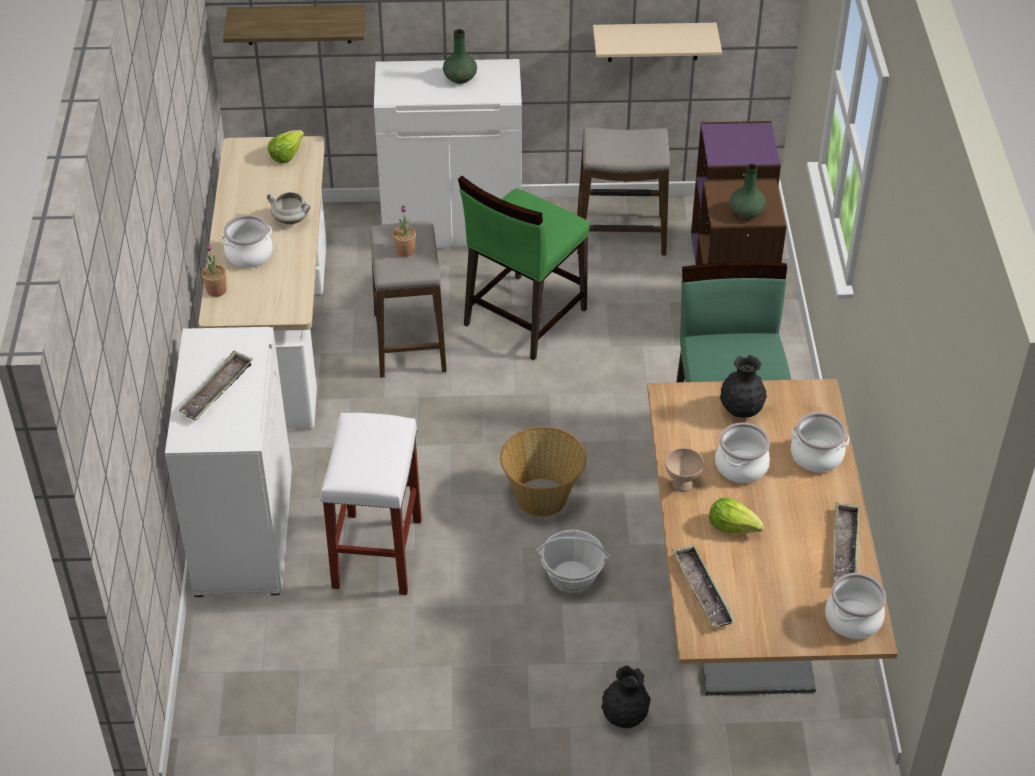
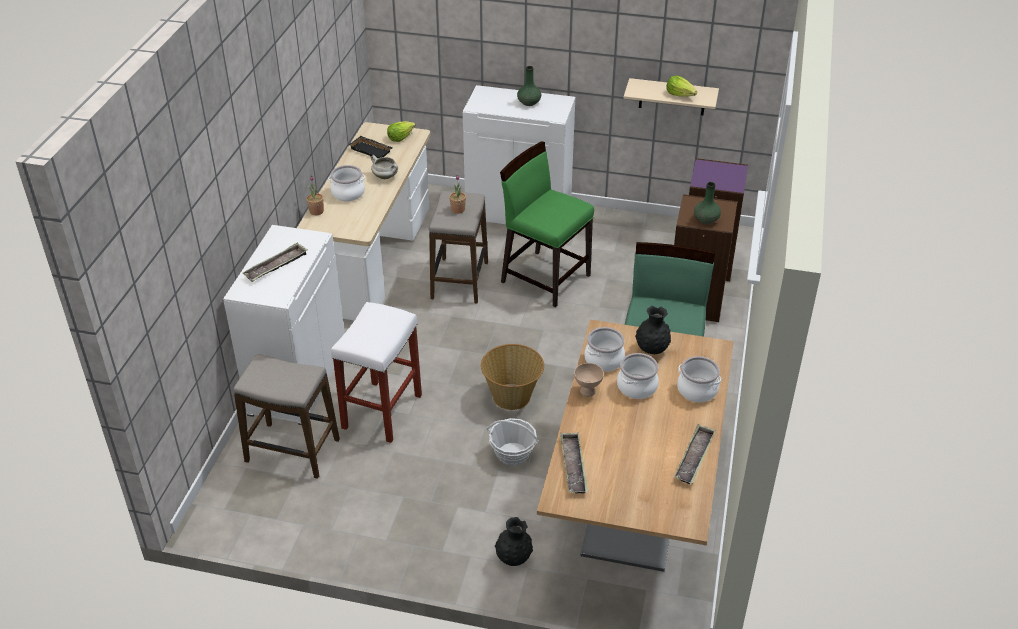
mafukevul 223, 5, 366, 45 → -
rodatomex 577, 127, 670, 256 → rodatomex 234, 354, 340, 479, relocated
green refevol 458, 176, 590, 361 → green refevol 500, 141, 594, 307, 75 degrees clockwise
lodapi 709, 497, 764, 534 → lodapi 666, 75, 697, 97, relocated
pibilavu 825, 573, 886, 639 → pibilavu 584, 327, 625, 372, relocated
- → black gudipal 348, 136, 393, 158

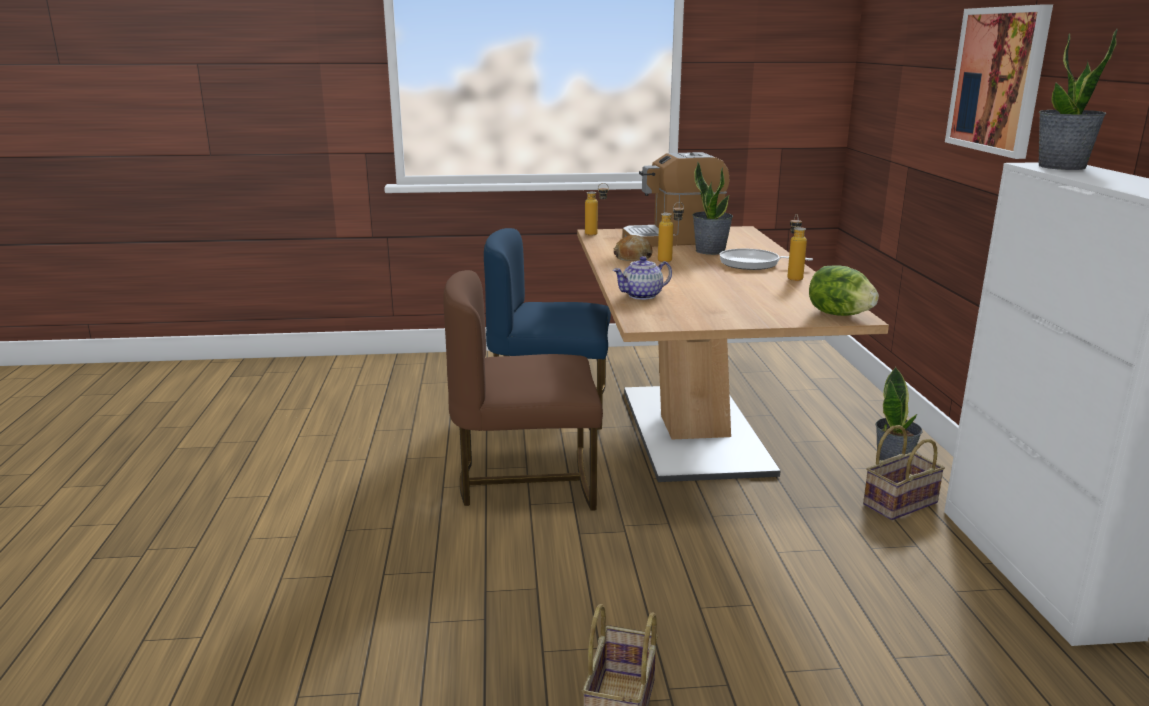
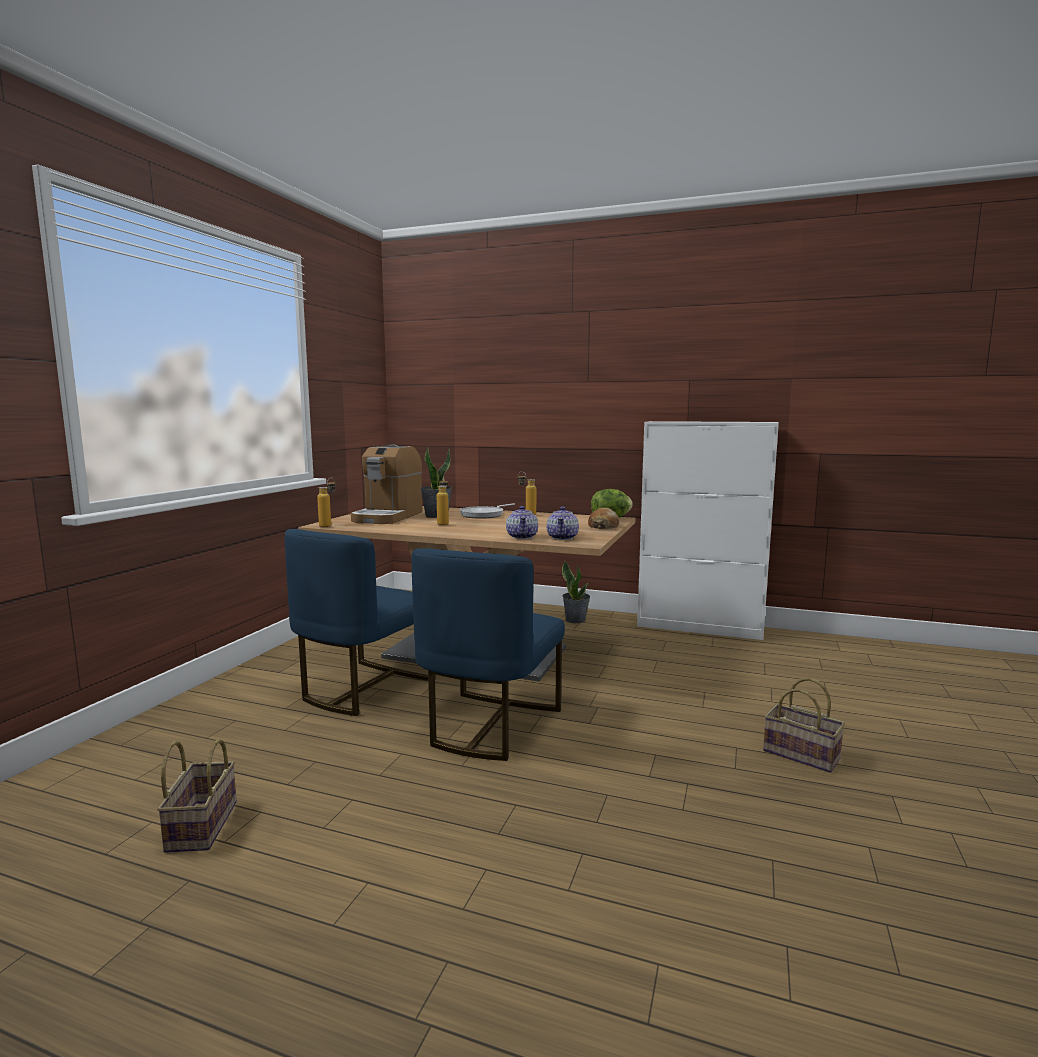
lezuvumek 945, 4, 1053, 159 → -
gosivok 1039, 29, 1118, 170 → -
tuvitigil 614, 235, 653, 261 → tuvitigil 588, 508, 619, 529, relocated
brown refevol 443, 270, 603, 511 → blue refevol 412, 548, 565, 761
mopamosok 863, 425, 945, 520 → mopamosok 157, 739, 237, 853, relocated
- → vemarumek 547, 507, 579, 540

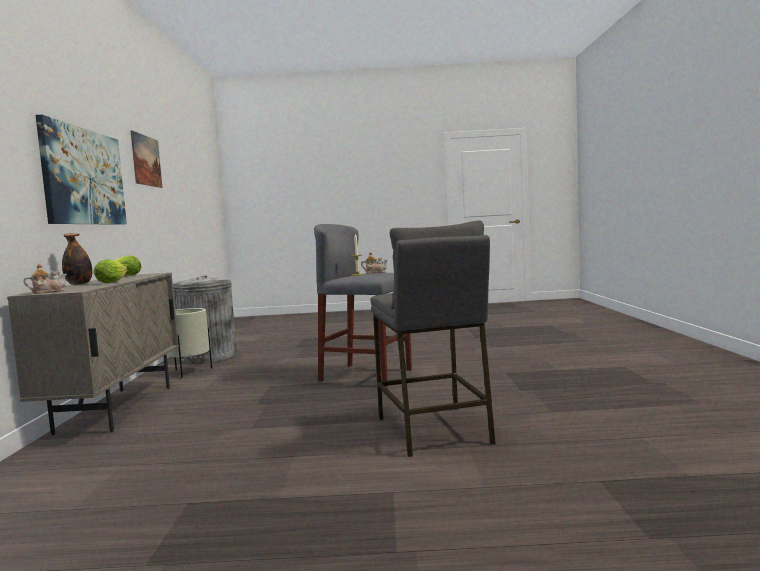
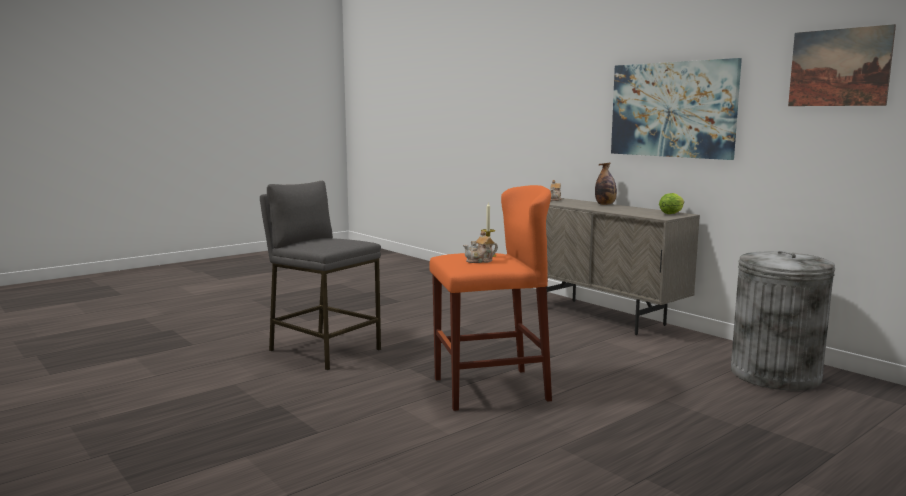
grey rodatomex 314, 224, 412, 387 → orange rodatomex 429, 185, 552, 411
lodapi 94, 259, 127, 283 → -
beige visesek 167, 308, 212, 378 → -

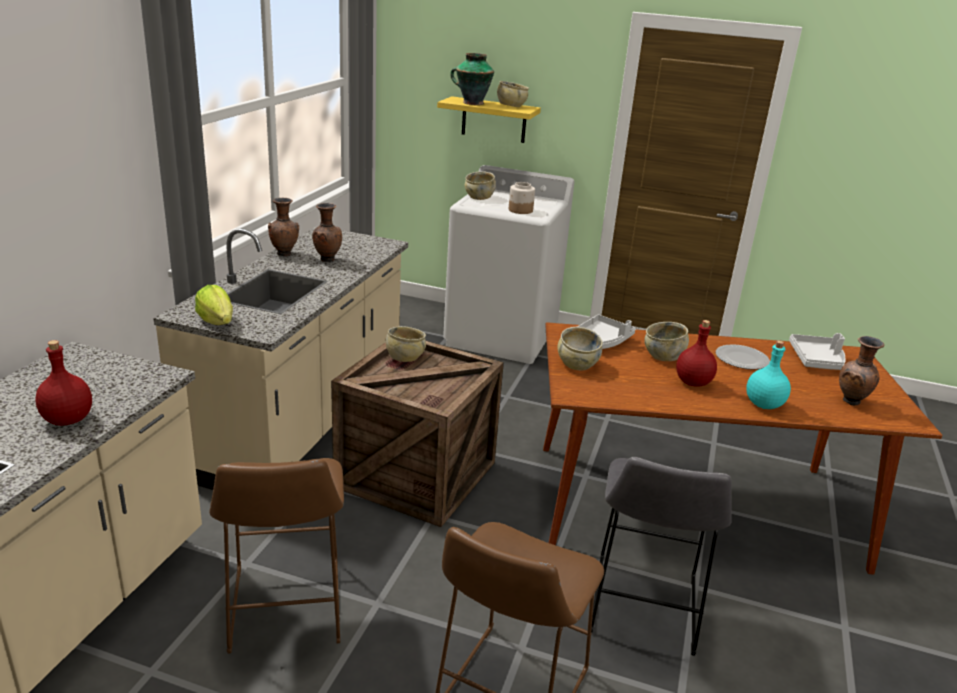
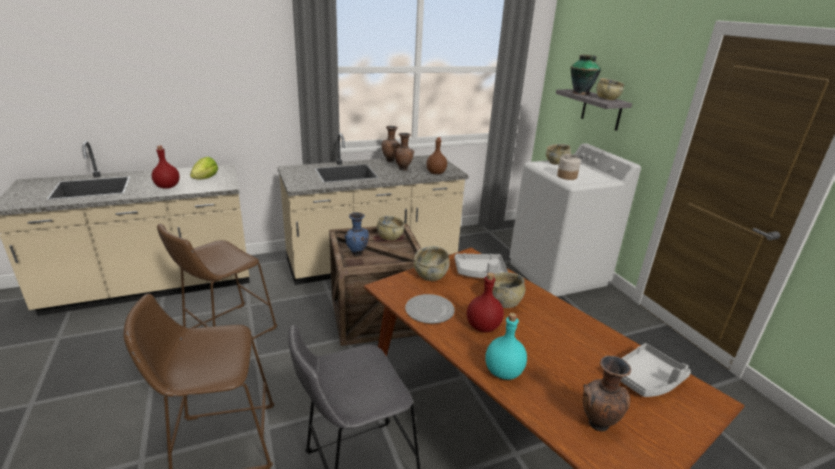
yellow mafukevul 437, 96, 541, 143 → grey mafukevul 556, 89, 632, 131
lodapi 195, 285, 233, 325 → lodapi 190, 157, 218, 180, relocated
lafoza 716, 344, 770, 370 → lafoza 405, 294, 455, 324, relocated
- → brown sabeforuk 426, 137, 447, 174
- → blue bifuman 345, 212, 369, 257

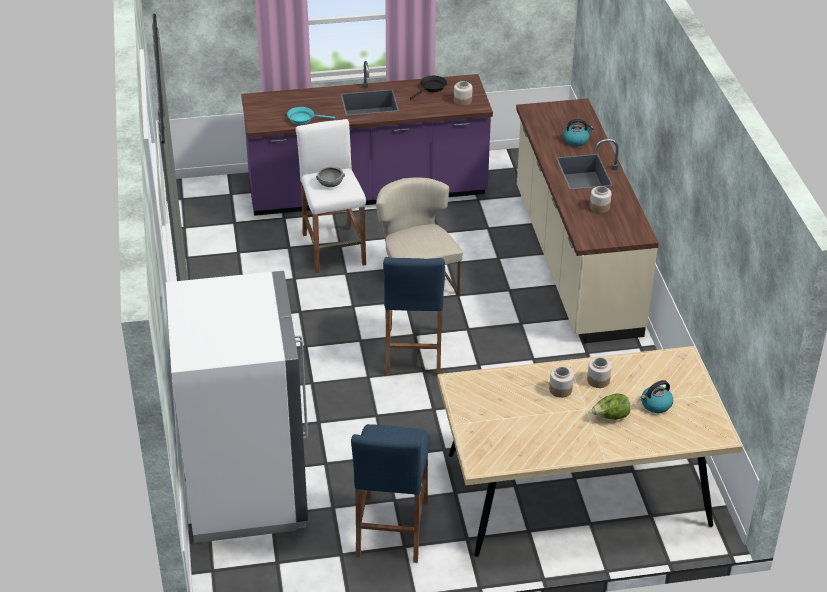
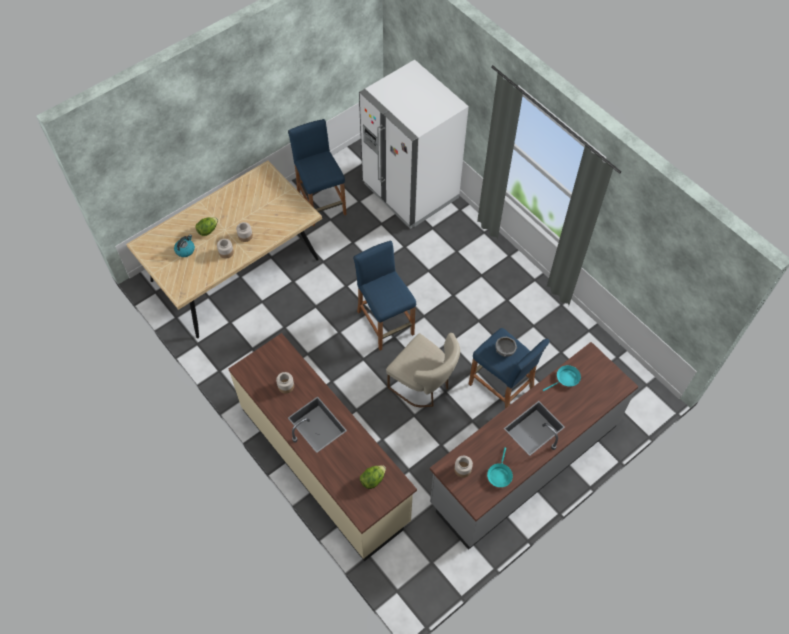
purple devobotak 241, 61, 493, 216 → grey devobotak 430, 342, 638, 550
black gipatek 410, 76, 447, 99 → turquoise gipatek 487, 447, 513, 487
white rodatomex 296, 119, 366, 273 → blue rodatomex 469, 328, 550, 409
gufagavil 563, 119, 594, 146 → -
- → lodapi 360, 465, 386, 489

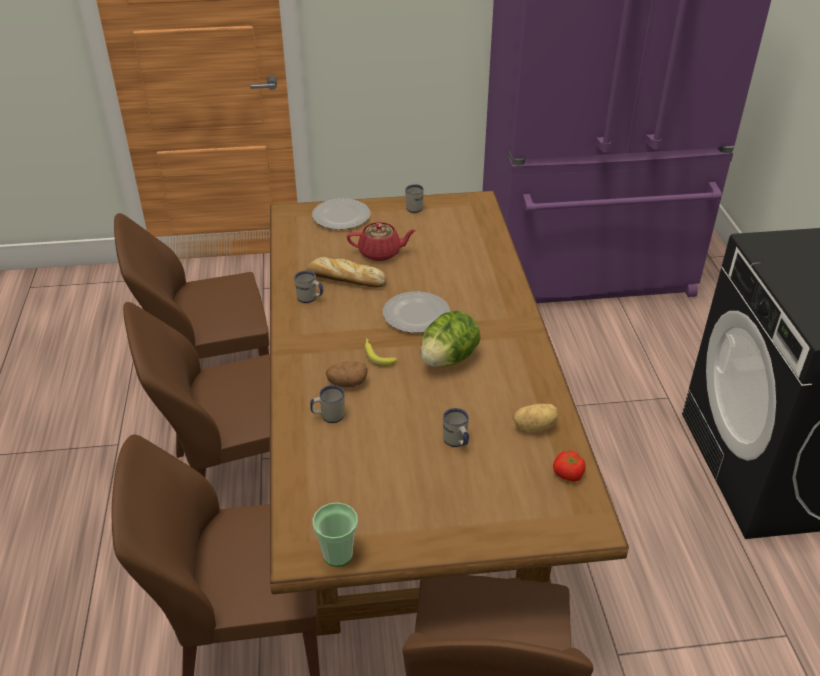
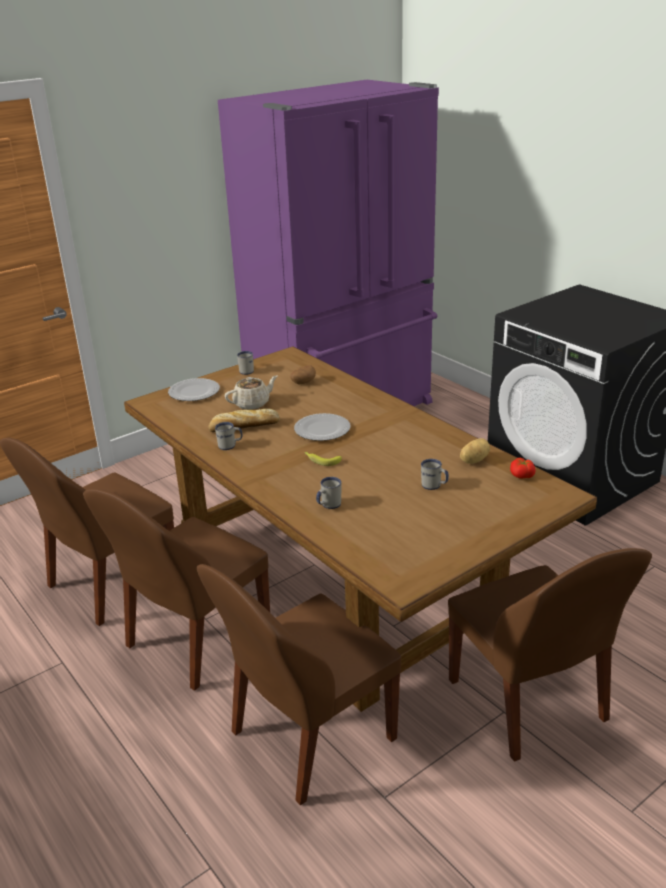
red vemarumek 347, 222, 416, 261 → beige vemarumek 225, 375, 278, 410
lodapi 421, 311, 481, 367 → -
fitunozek 326, 361, 368, 388 → fitunozek 290, 365, 316, 384, relocated
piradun 312, 502, 358, 567 → -

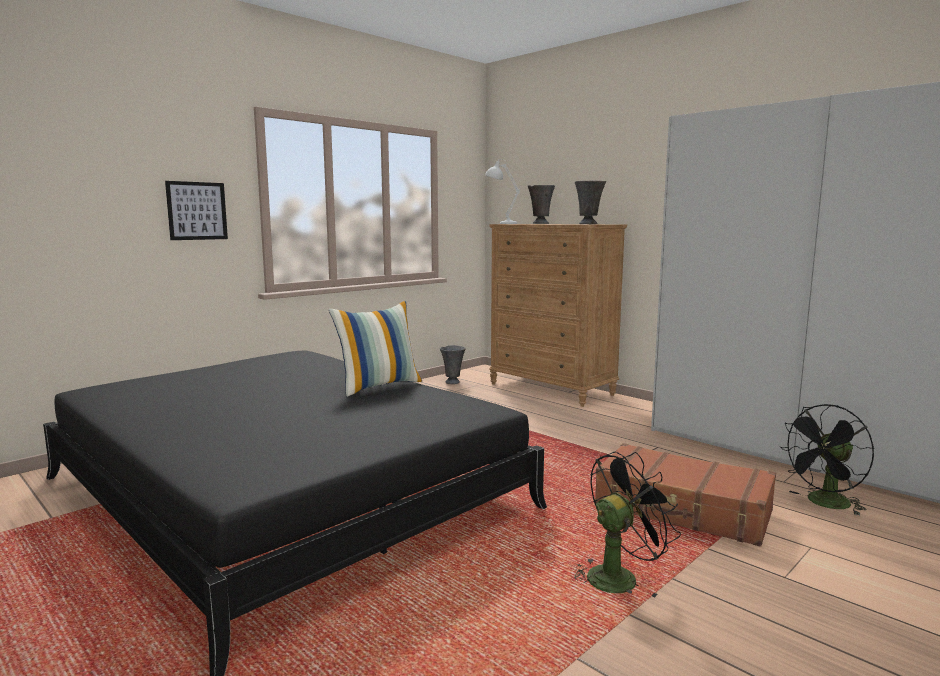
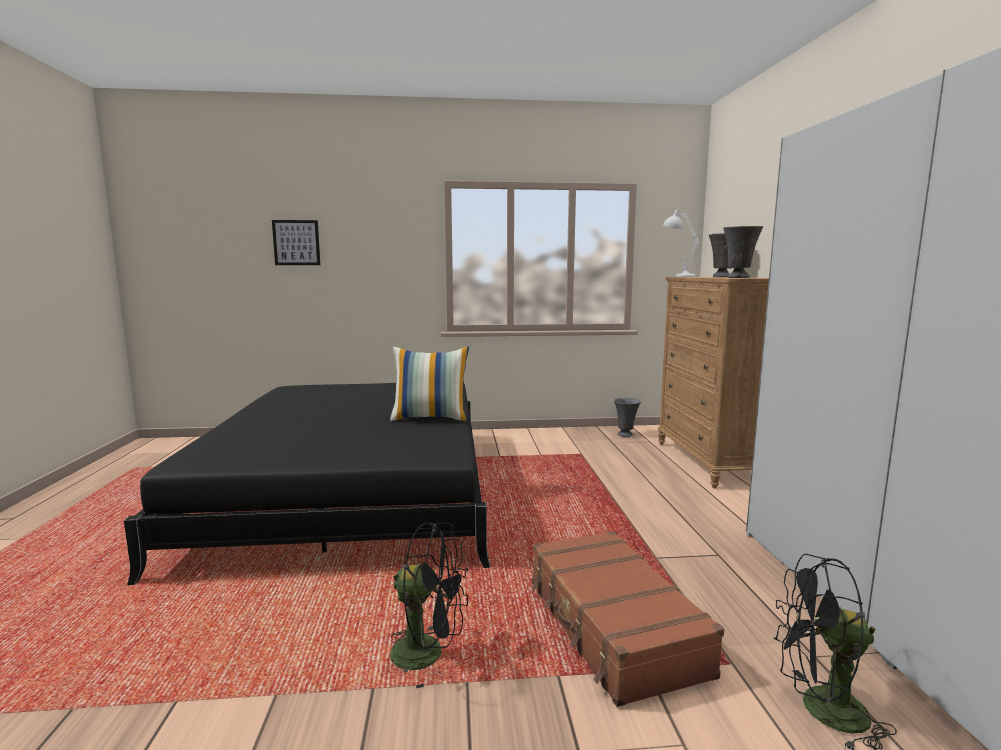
lezuvumek 165, 181, 228, 240 → lezuvumek 272, 220, 320, 265, relocated

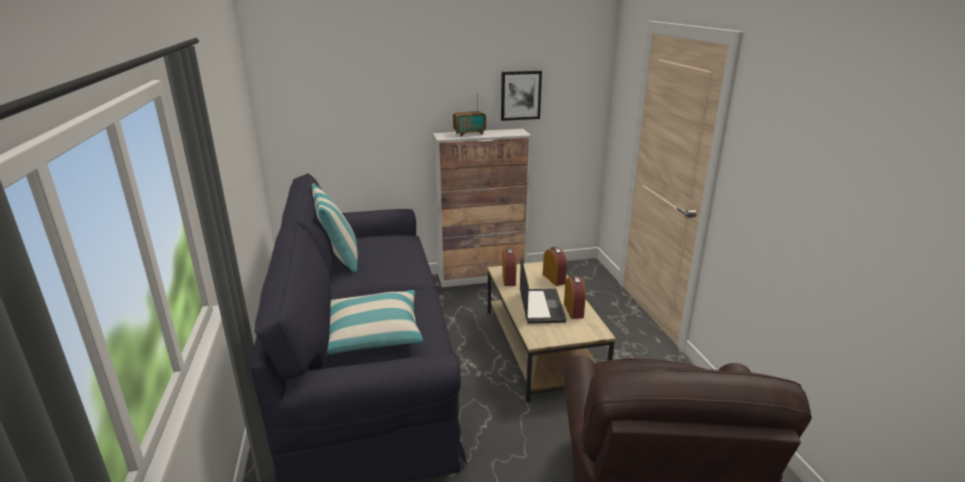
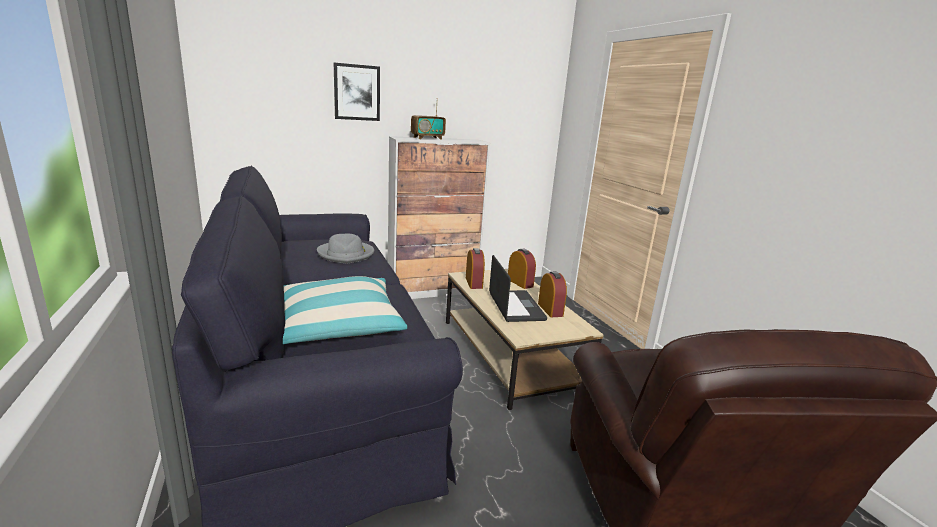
lezuvumek 501, 71, 542, 121 → lezuvumek 334, 63, 380, 121, relocated
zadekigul 312, 183, 358, 273 → -
- → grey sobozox 317, 234, 374, 263

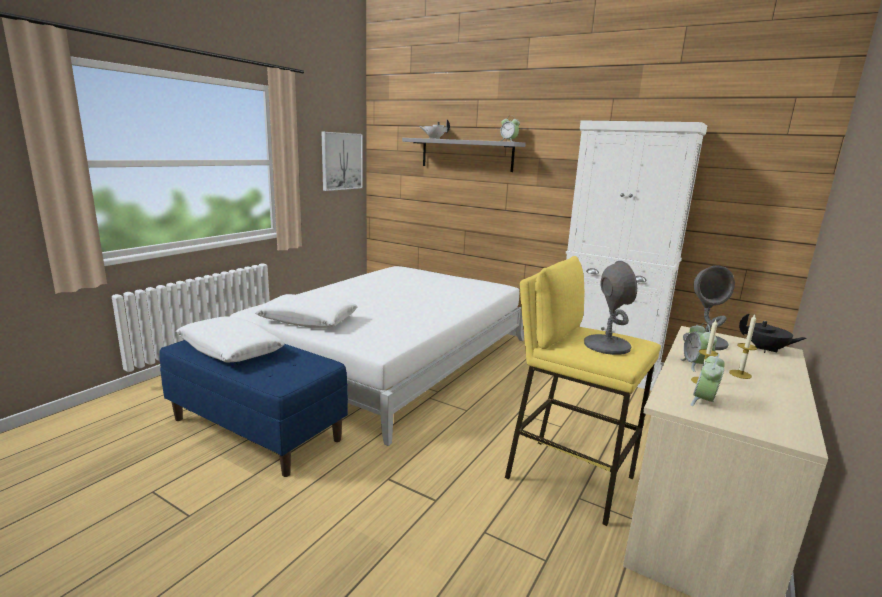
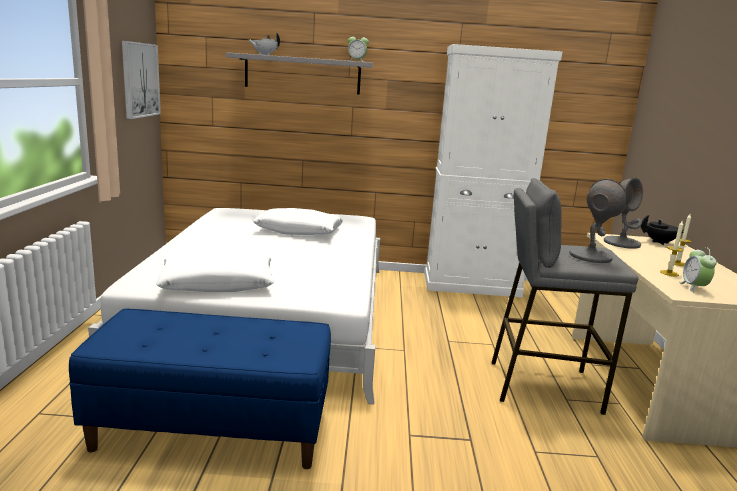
yellow rodatomex 505, 256, 661, 526 → grey rodatomex 491, 178, 638, 415
white zadekigul 176, 317, 284, 363 → white zadekigul 253, 208, 343, 235, relocated
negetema 680, 323, 717, 372 → -

